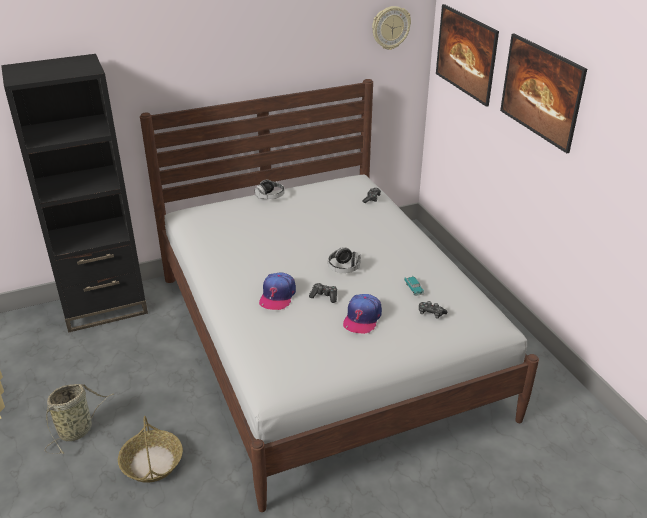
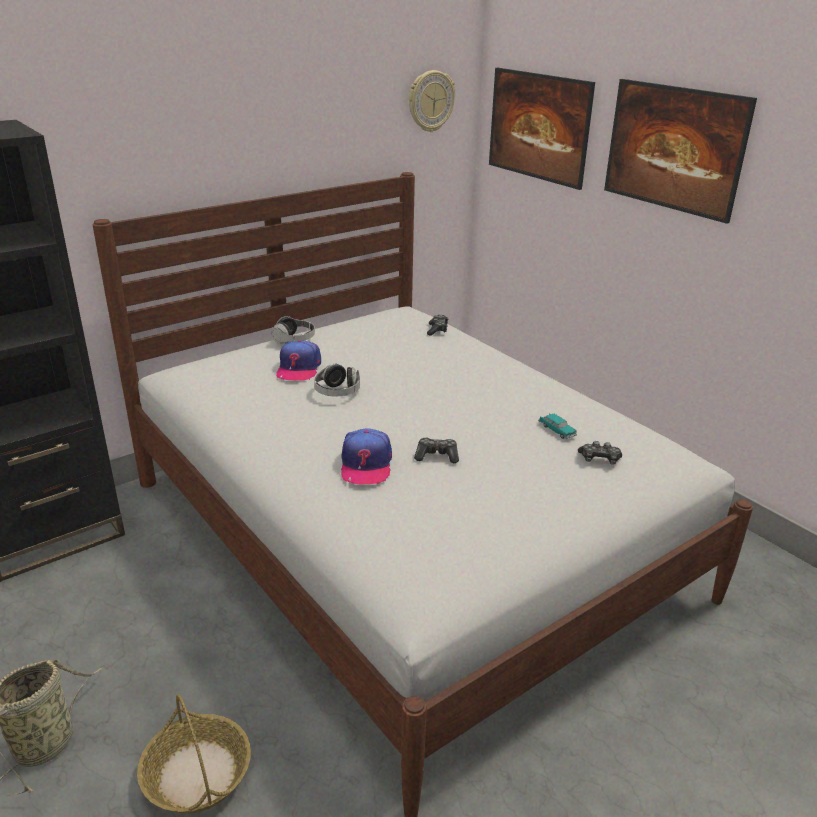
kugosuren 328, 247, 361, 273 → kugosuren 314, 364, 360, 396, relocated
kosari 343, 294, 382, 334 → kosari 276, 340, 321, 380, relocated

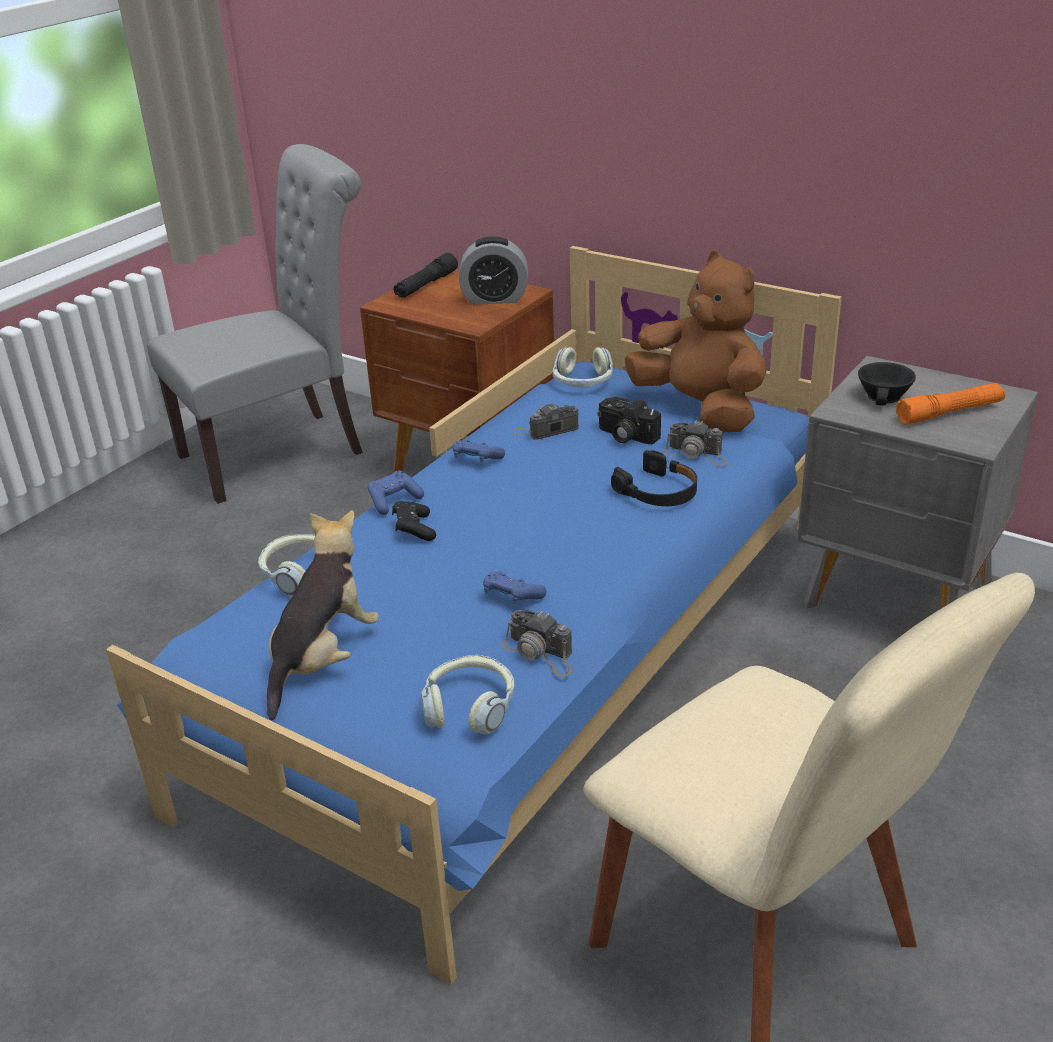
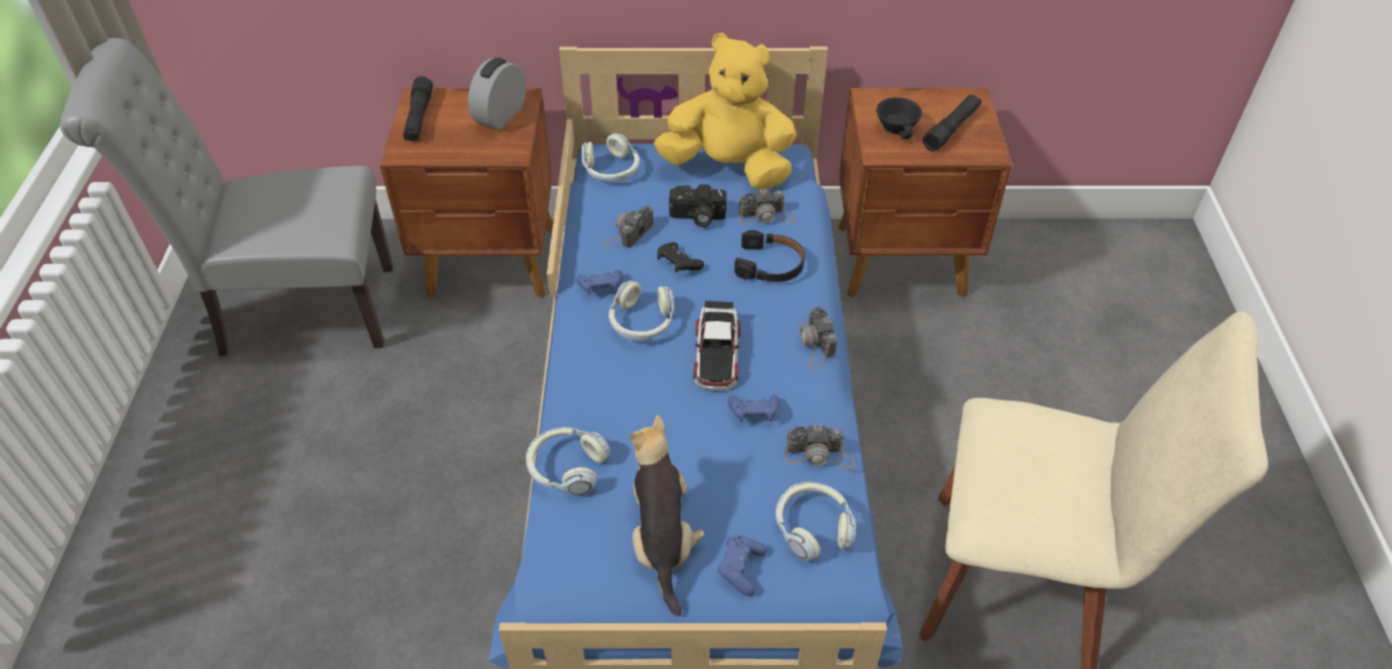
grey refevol 147, 144, 363, 504 → grey refevol 60, 38, 393, 356, 120 degrees counterclockwise
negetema 459, 236, 528, 305 → negetema 468, 57, 526, 130, 150 degrees clockwise
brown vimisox 625, 251, 766, 432 → yellow vimisox 654, 33, 797, 190
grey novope 798, 356, 1038, 608 → brown novope 838, 88, 1012, 298
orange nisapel 896, 383, 1006, 425 → black nisapel 923, 94, 981, 152
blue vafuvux 368, 470, 424, 515 → blue vafuvux 717, 535, 767, 596, relocated
black vafuvux 392, 501, 436, 541 → black vafuvux 657, 242, 704, 272, relocated
- → kugosuren 609, 281, 674, 341
- → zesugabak 693, 301, 741, 390
- → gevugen 799, 306, 837, 369

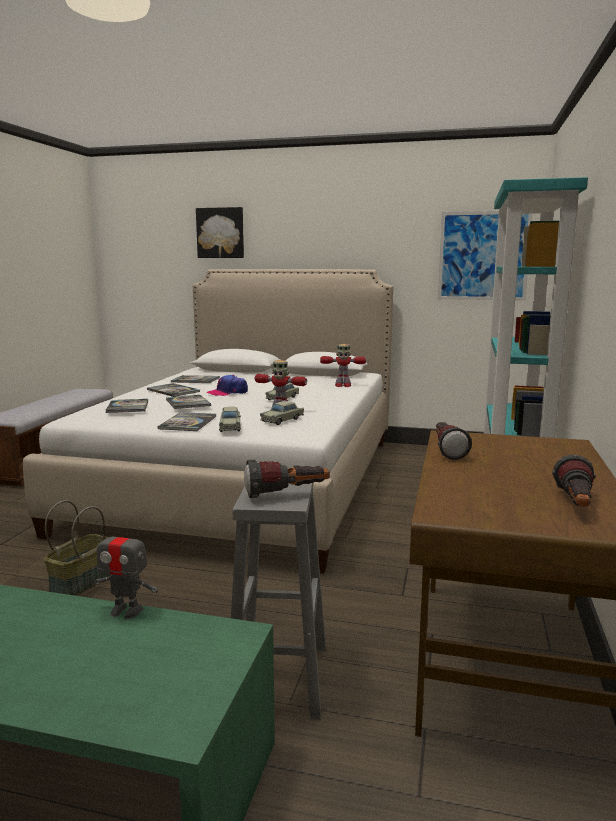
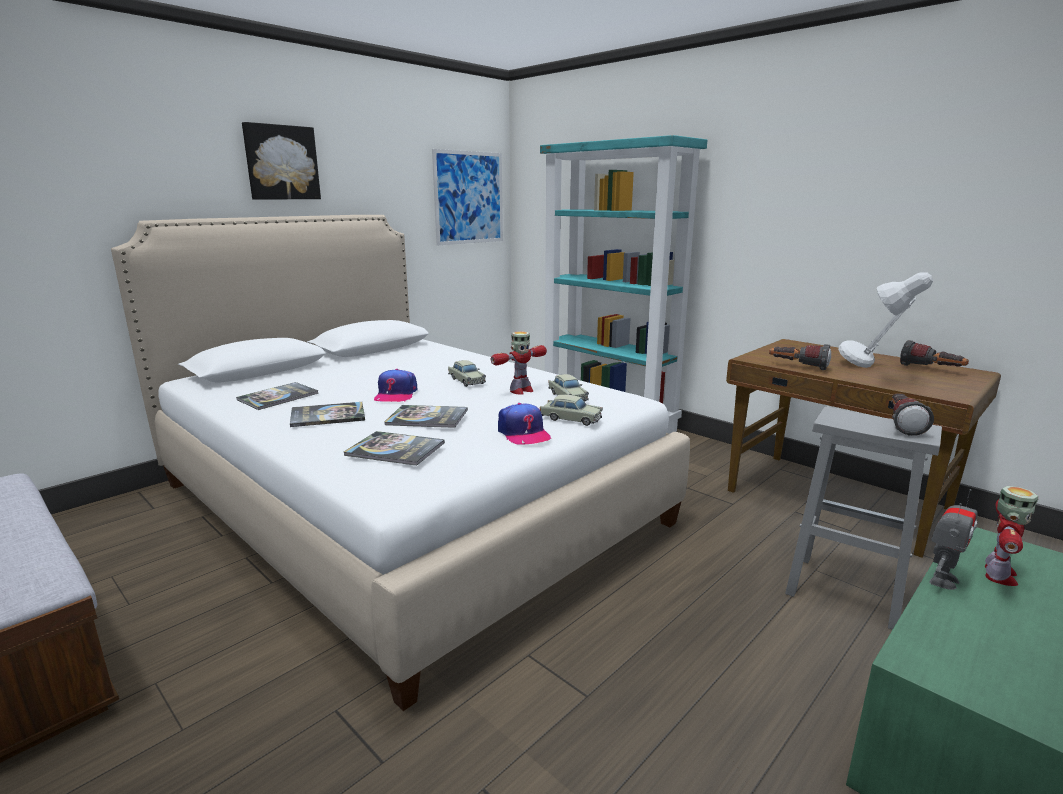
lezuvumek 196, 207, 244, 258 → lezuvumek 242, 122, 321, 200, relocated
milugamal 320, 344, 366, 387 → milugamal 985, 486, 1038, 586, relocated
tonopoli 157, 412, 217, 431 → kosari 498, 403, 551, 445
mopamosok 44, 500, 112, 596 → -
- → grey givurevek 838, 272, 933, 368

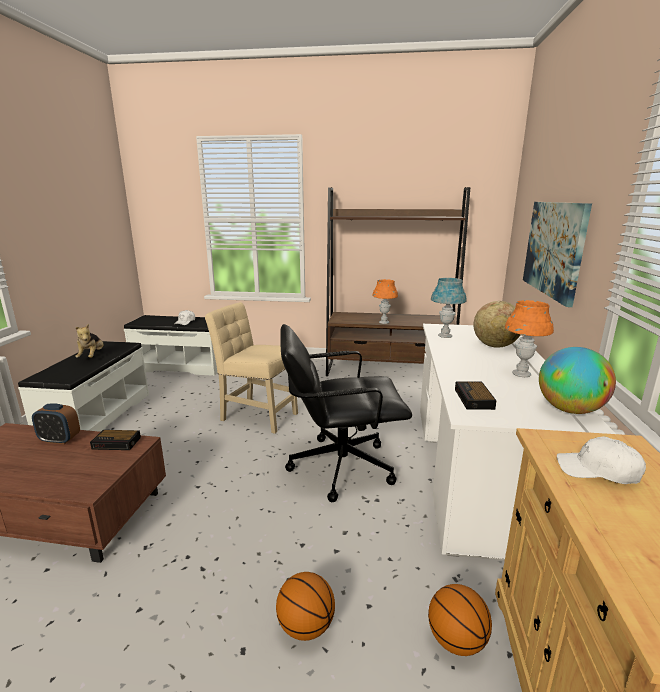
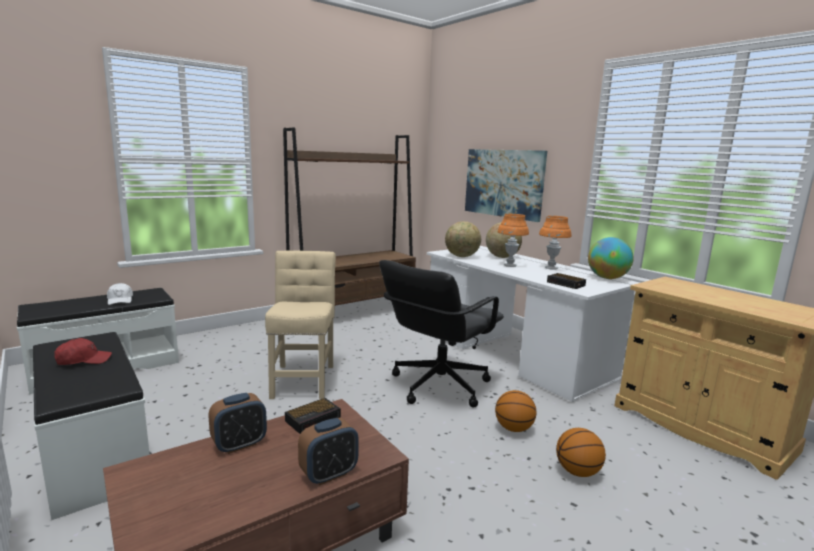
blue givurevek 431, 278, 467, 338 → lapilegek 445, 221, 481, 257
orange givurevek 372, 279, 398, 324 → orange givurevek 498, 214, 529, 267, relocated
beige refevol 205, 302, 298, 434 → beige refevol 265, 251, 336, 399, 105 degrees clockwise
vimisox 75, 324, 104, 358 → red kosari 54, 338, 112, 365
white kosari 557, 436, 646, 484 → -
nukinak 428, 584, 492, 656 → nukinak 495, 390, 536, 432, relocated
- → negetema 298, 418, 359, 485

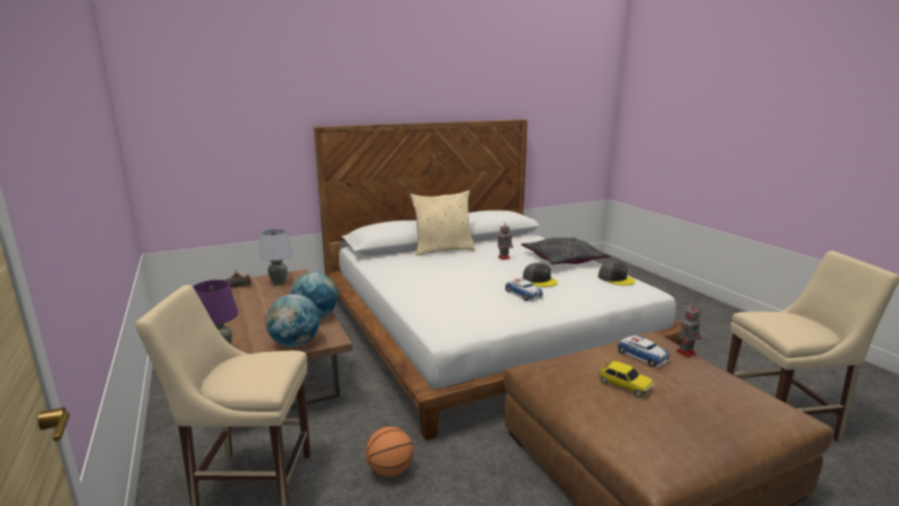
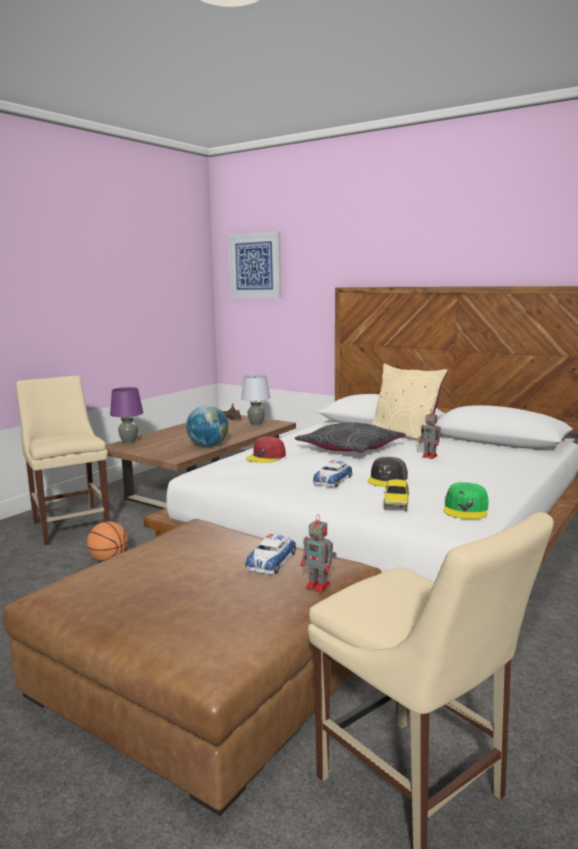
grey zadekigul 521, 238, 610, 265 → grey zadekigul 295, 422, 406, 453, relocated
grey kosari 598, 261, 635, 285 → green kosari 443, 482, 489, 519
lapilegek 266, 294, 320, 347 → -
zesugabak 599, 361, 653, 398 → zesugabak 384, 479, 410, 511, relocated
- → lezuvumek 228, 231, 281, 298
- → red kosari 246, 437, 286, 463

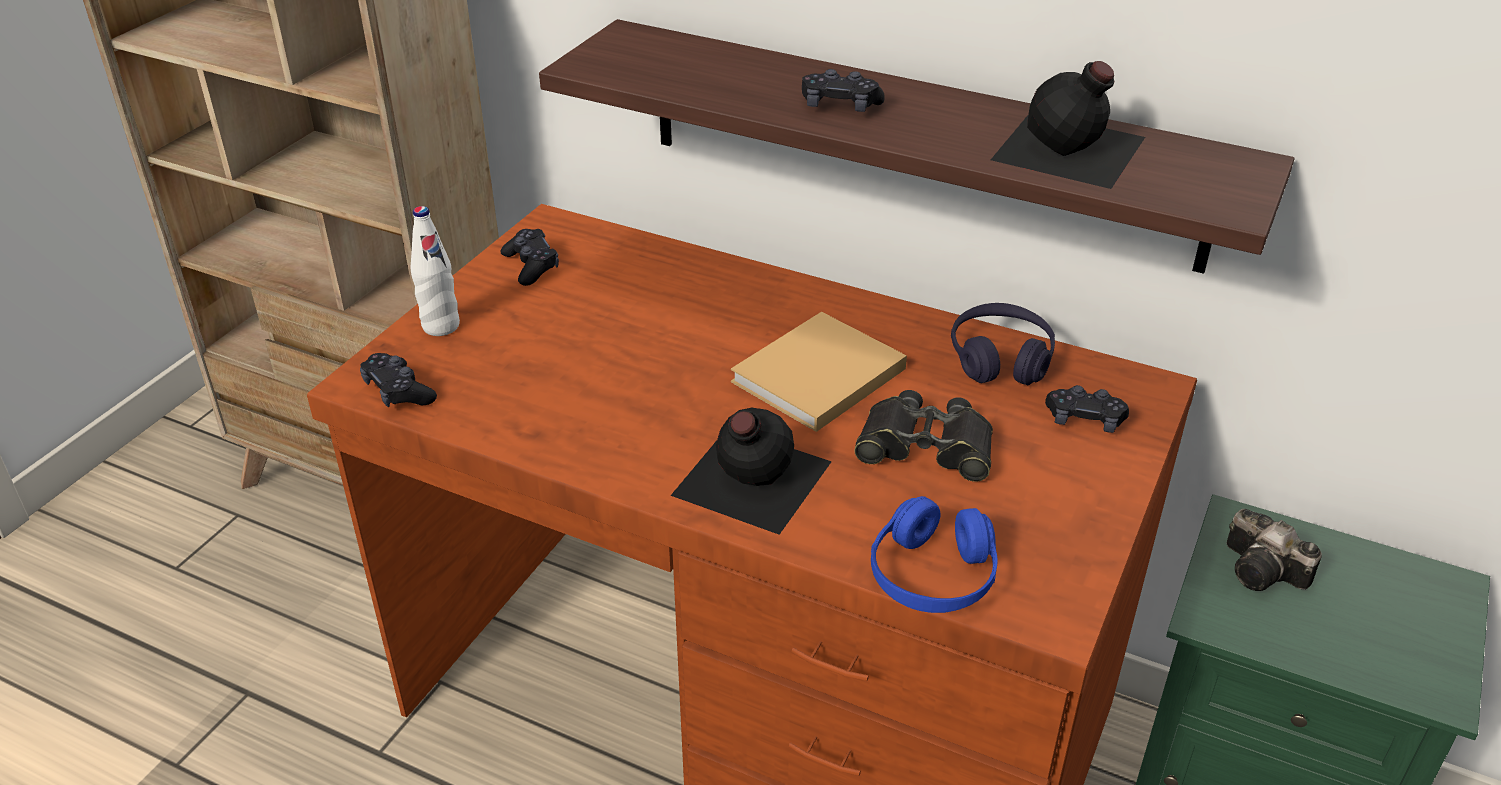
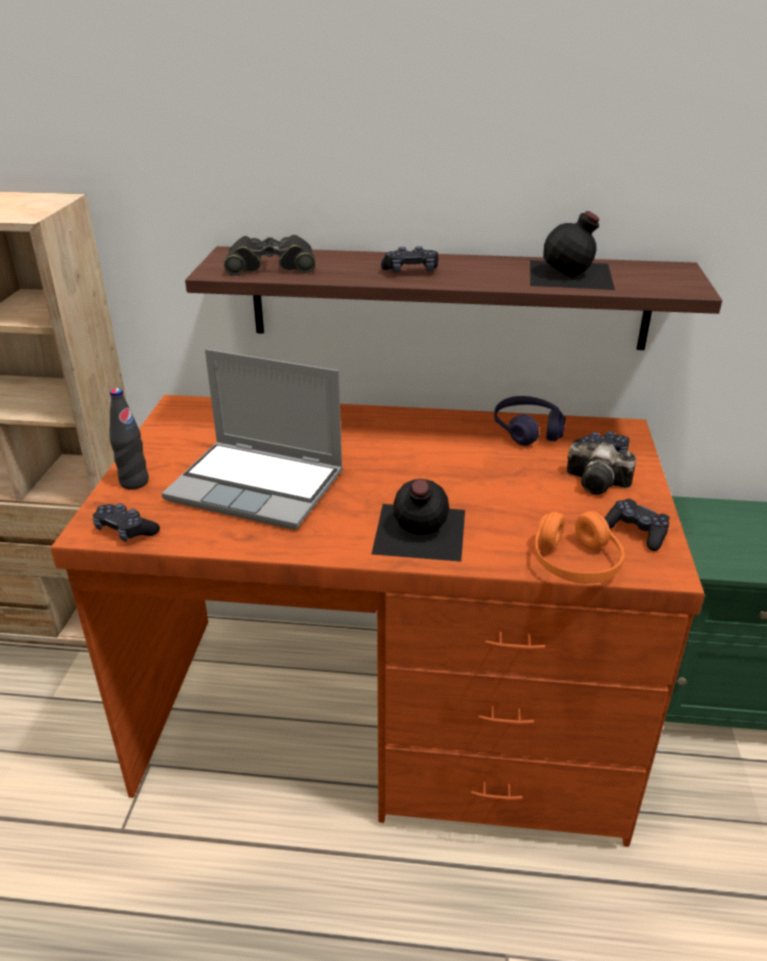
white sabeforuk 410, 206, 460, 336 → black sabeforuk 110, 388, 149, 490
black vafuvux 500, 229, 559, 286 → black vafuvux 604, 499, 670, 551, relocated
beige tonopoli 731, 312, 907, 432 → -
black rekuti 854, 390, 993, 482 → black rekuti 224, 234, 316, 276, relocated
blue kugosuren 871, 496, 997, 613 → orange kugosuren 534, 511, 624, 584
gevugen 1227, 509, 1322, 591 → gevugen 567, 442, 636, 495, relocated
- → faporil 162, 349, 343, 530

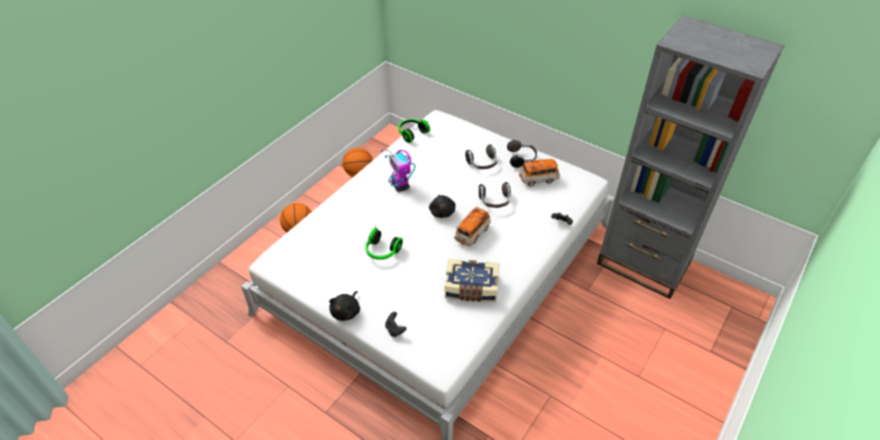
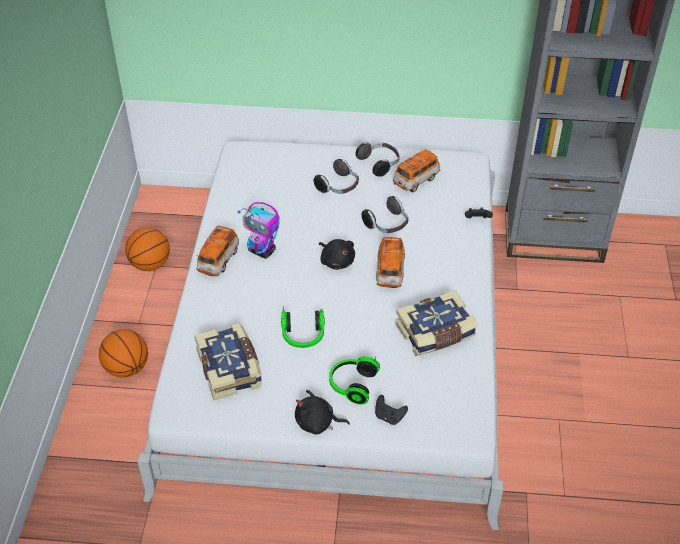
kugosuren 398, 119, 430, 143 → kugosuren 329, 356, 380, 405, relocated
black vimisox 329, 291, 360, 321 → black vimisox 295, 390, 350, 434, 105 degrees clockwise
- → zesugabak 196, 226, 239, 276
- → tonopoli 194, 323, 262, 400

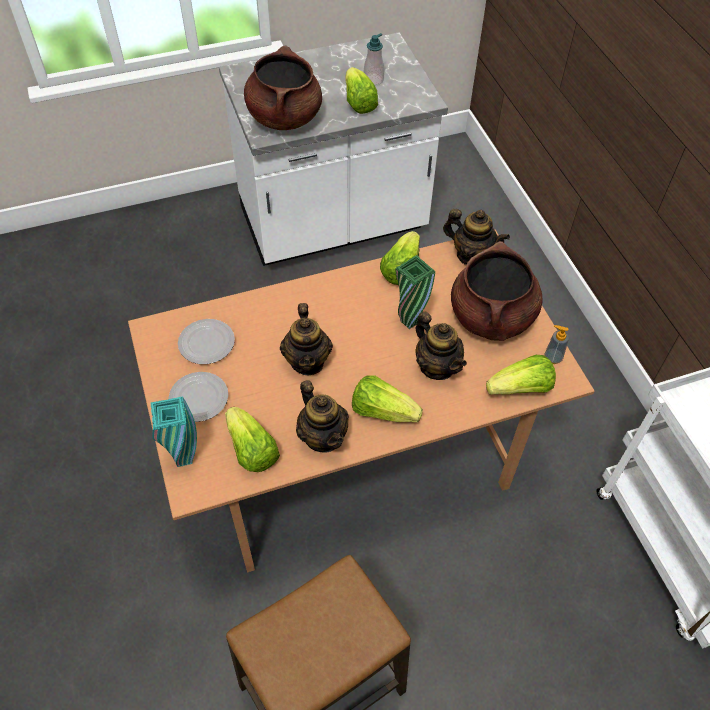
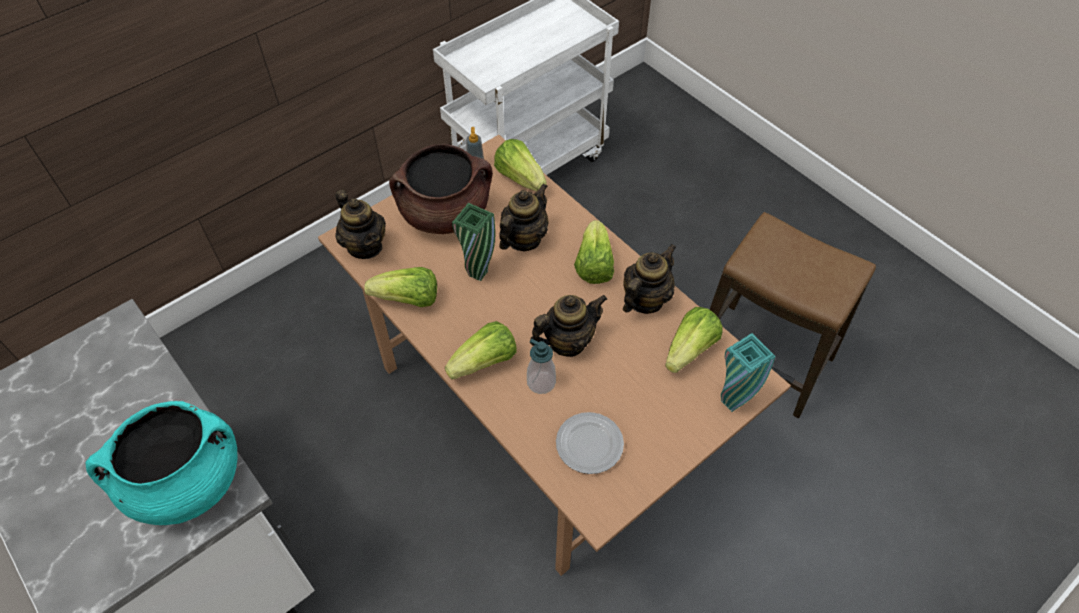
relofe 364, 33, 384, 86 → relofe 527, 339, 556, 394, relocated
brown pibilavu 244, 46, 322, 130 → turquoise pibilavu 85, 401, 238, 525
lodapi 345, 67, 378, 114 → lodapi 445, 321, 516, 380, relocated
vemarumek 443, 209, 510, 265 → vemarumek 335, 190, 386, 259, 135 degrees clockwise
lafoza 169, 372, 228, 422 → -

